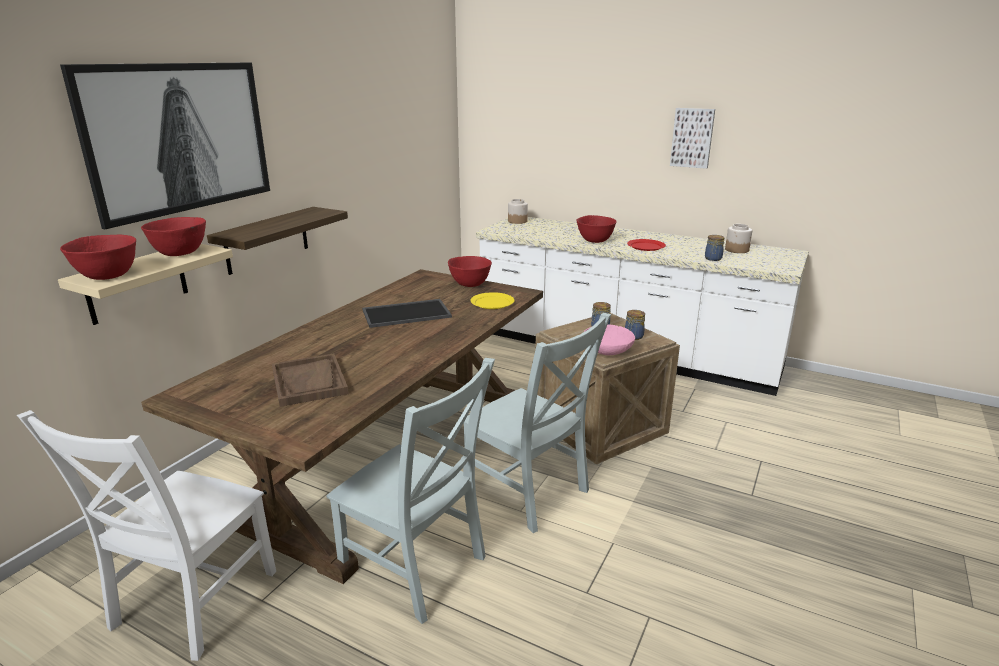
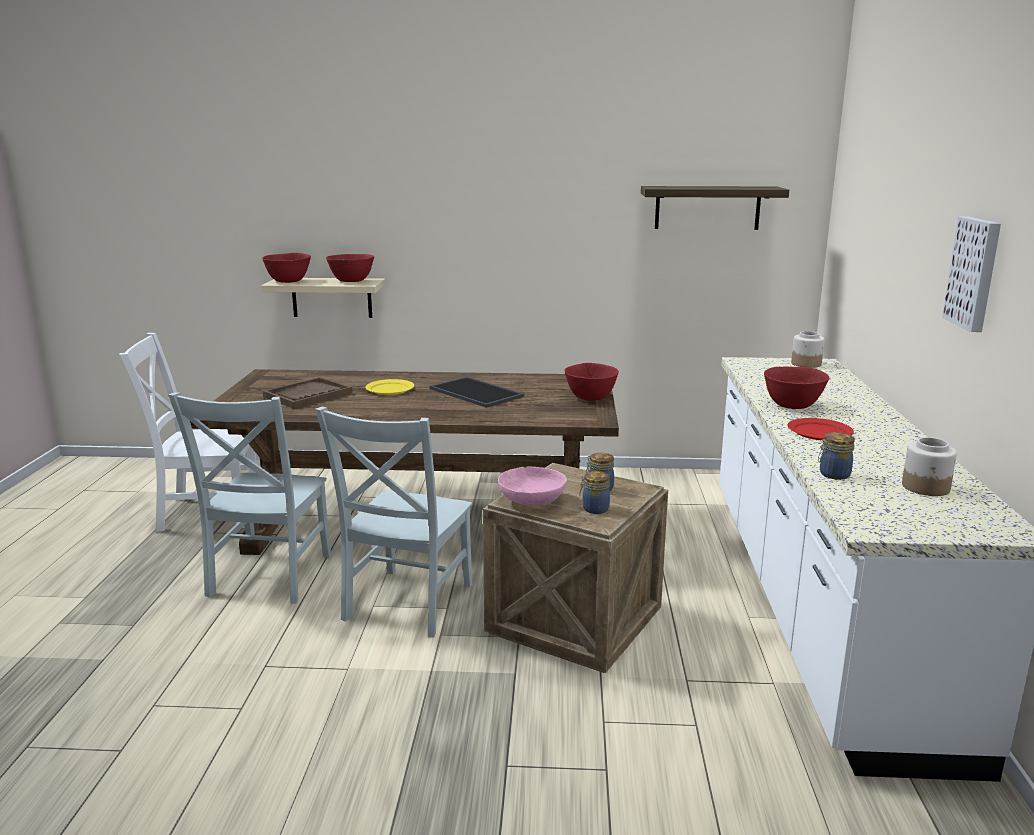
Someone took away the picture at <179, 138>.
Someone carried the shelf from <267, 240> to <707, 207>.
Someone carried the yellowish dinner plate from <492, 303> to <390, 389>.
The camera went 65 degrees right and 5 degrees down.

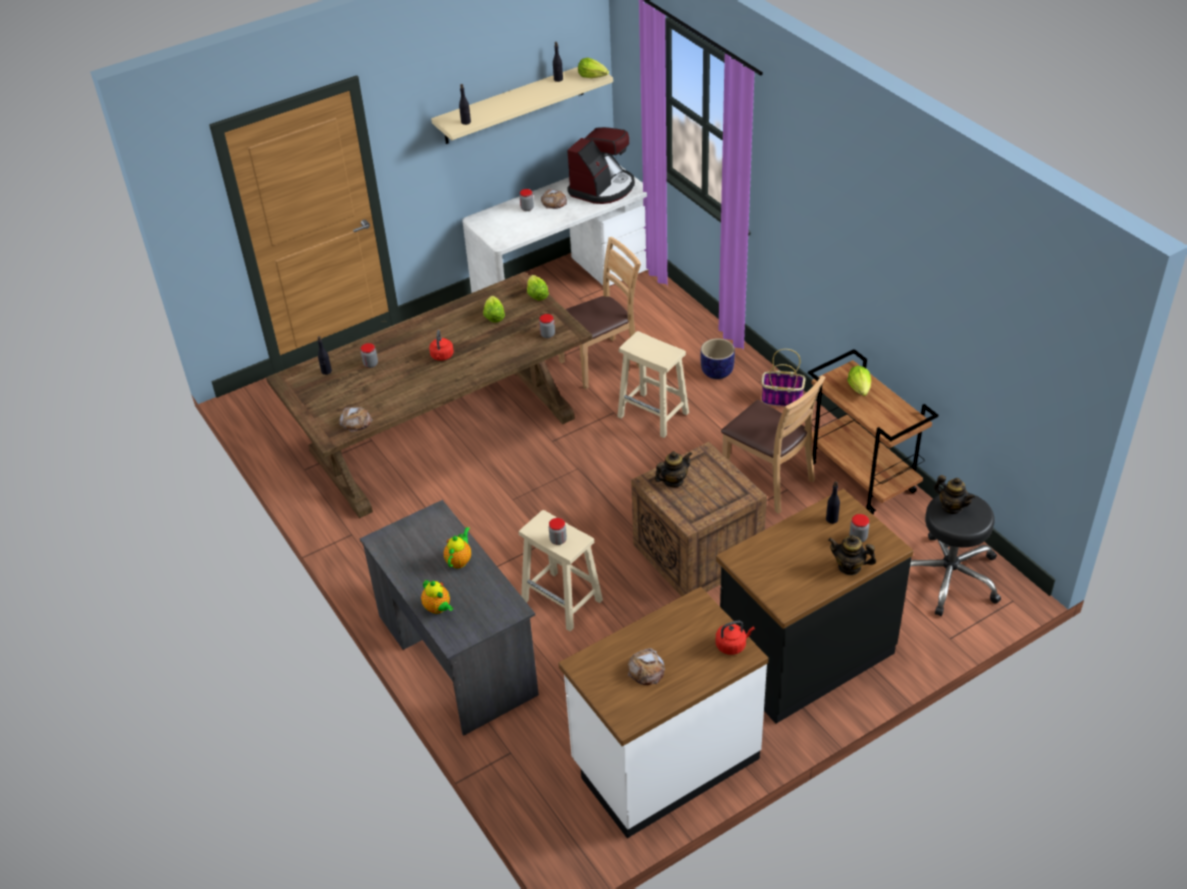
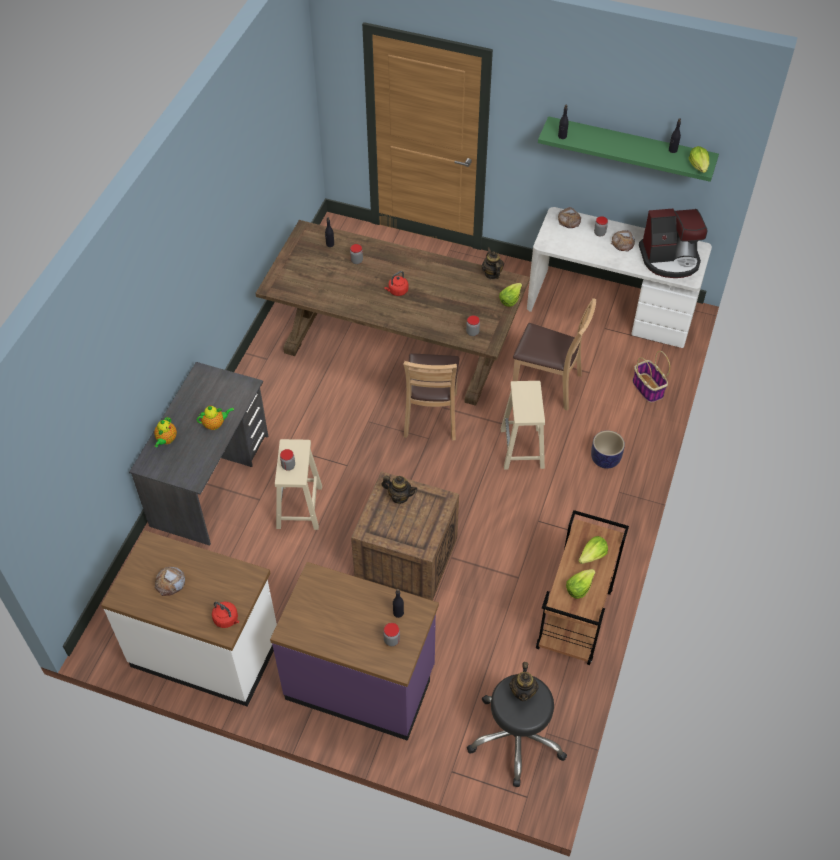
Someone carried the bakery bread from <356, 421> to <569, 220>.
Someone repainted the beige-coloured shelf at <514, 103>, which became the green-coloured shelf at <630, 146>.
Someone carried the lettuce head from <494, 316> to <579, 587>.
Someone repainted the black counter at <804, 655>, which became the purplish counter at <361, 682>.
Someone carried the brown plain chair from <768, 481> to <431, 416>.
Someone carried the basket from <781, 399> to <647, 388>.
Someone carried the pot for tea from <849, 567> to <492, 274>.
The camera went 50 degrees right and 10 degrees up.

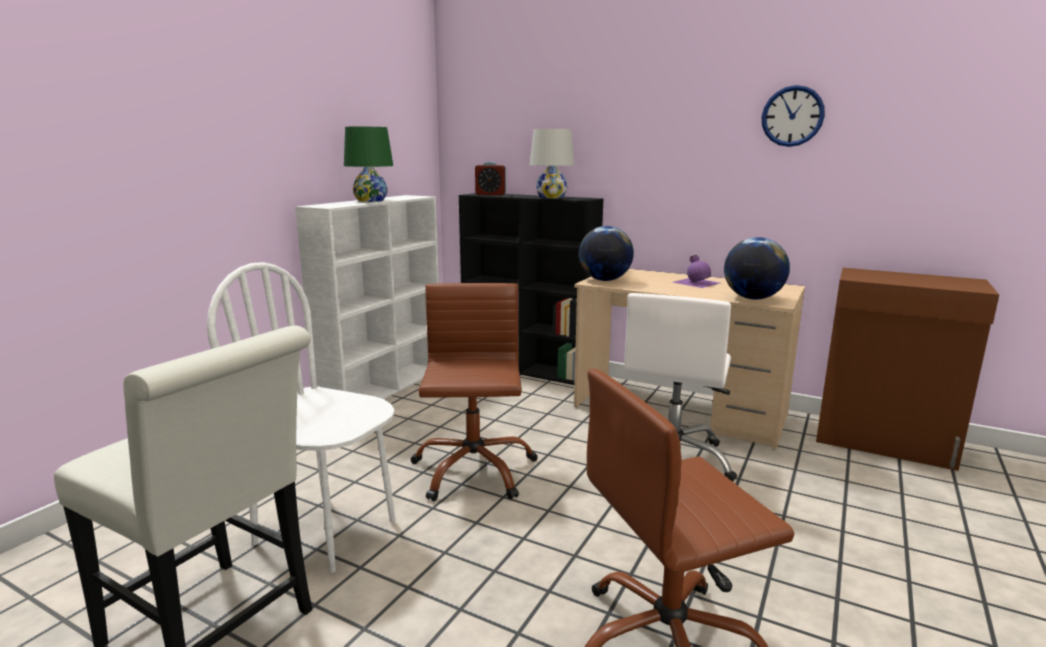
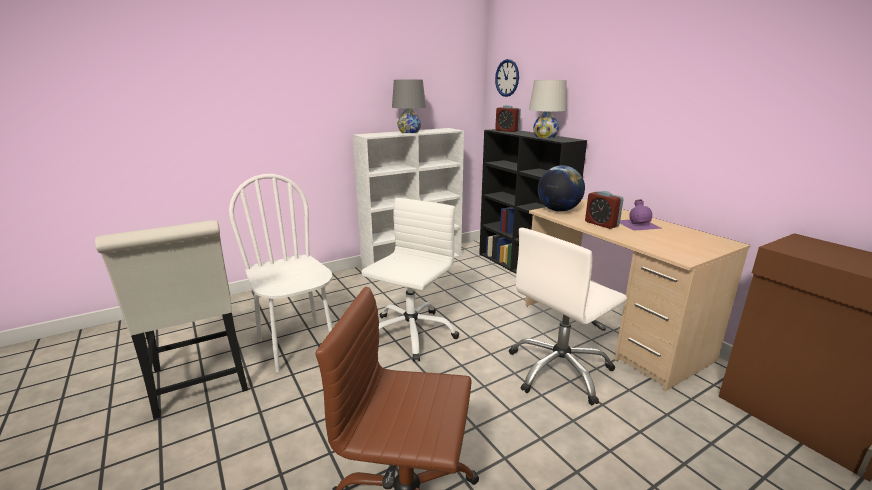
Someone repainted the green-coloured tabletop lamp at <370, 200>, which became the grey tabletop lamp at <409, 132>.
Someone repainted the brown office chair at <473, 470>, which became the white office chair at <411, 333>.
Someone took away the world globe at <753, 298>.
Someone carried the clock on the wall from <792, 116> to <507, 78>.
Someone put down the alarm clock at <601, 224>.
The camera went 30 degrees right and 5 degrees up.

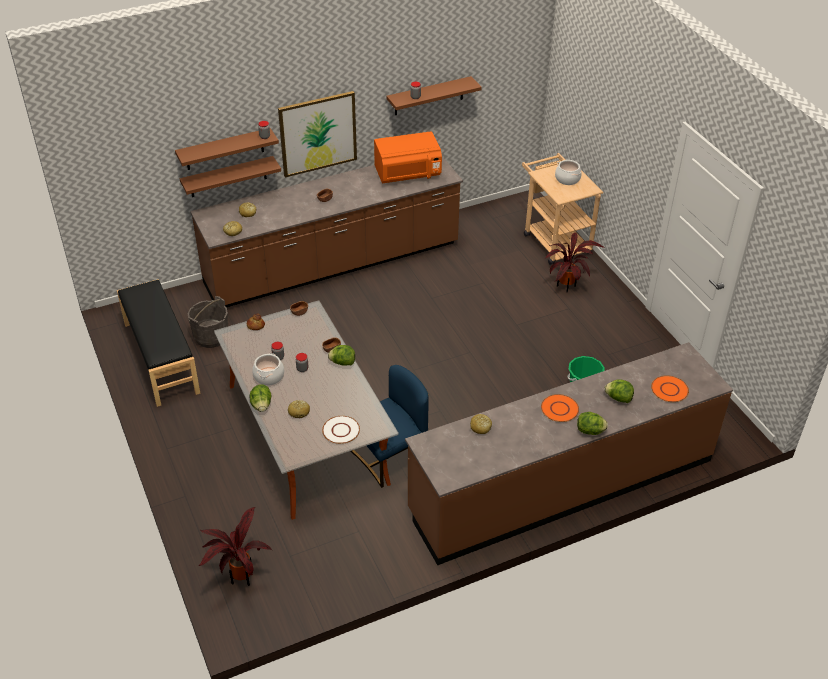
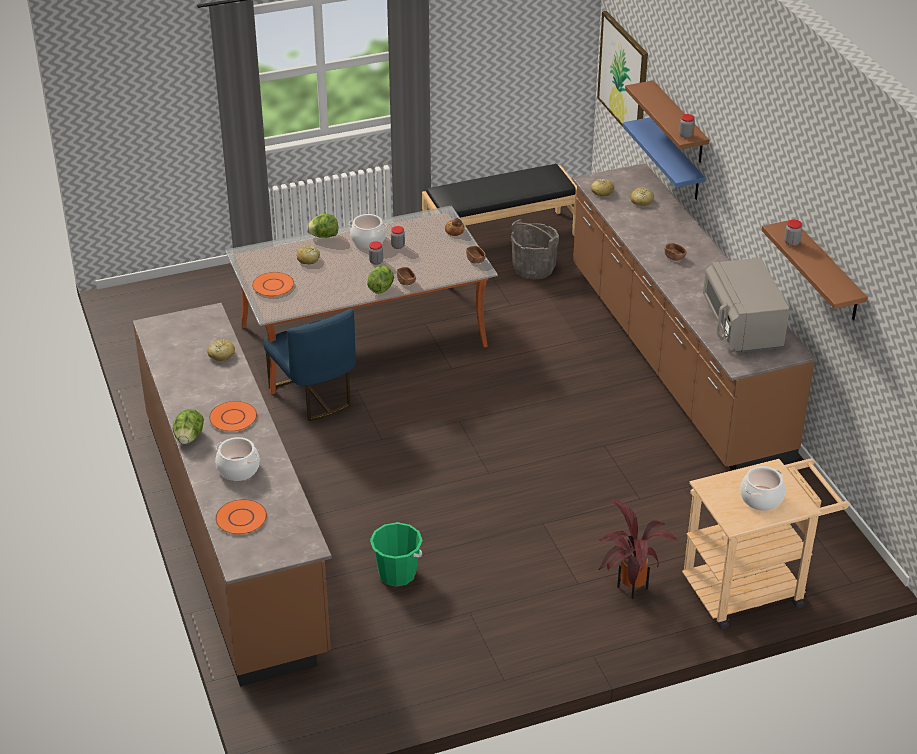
Someone repainted the brown shelf at <228, 177>, which became the bluish shelf at <675, 160>.
Someone took away the potted plant at <240, 576>.
Someone carried the picture from <318, 133> to <623, 76>.
Someone repainted the white dinner plate at <341, 430>, which became the orange-coloured dinner plate at <273, 285>.
Someone repainted the orange-coloured microwave at <408, 174>, which became the grey microwave at <741, 327>.
Someone swapped the lettuce head at <618, 398> for the cooking pot at <238, 469>.
The camera went 95 degrees right and 5 degrees down.

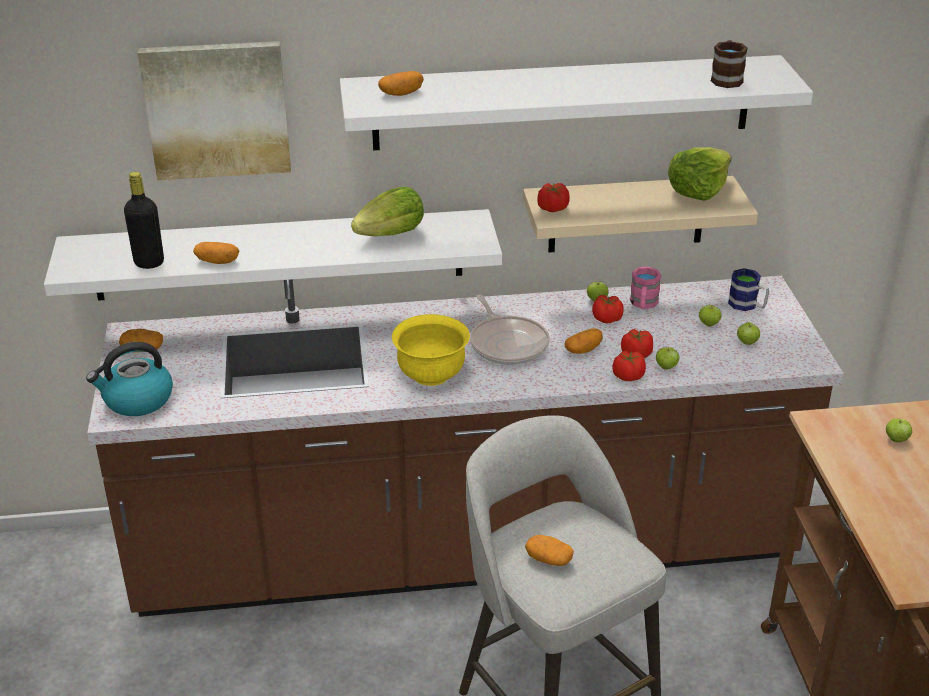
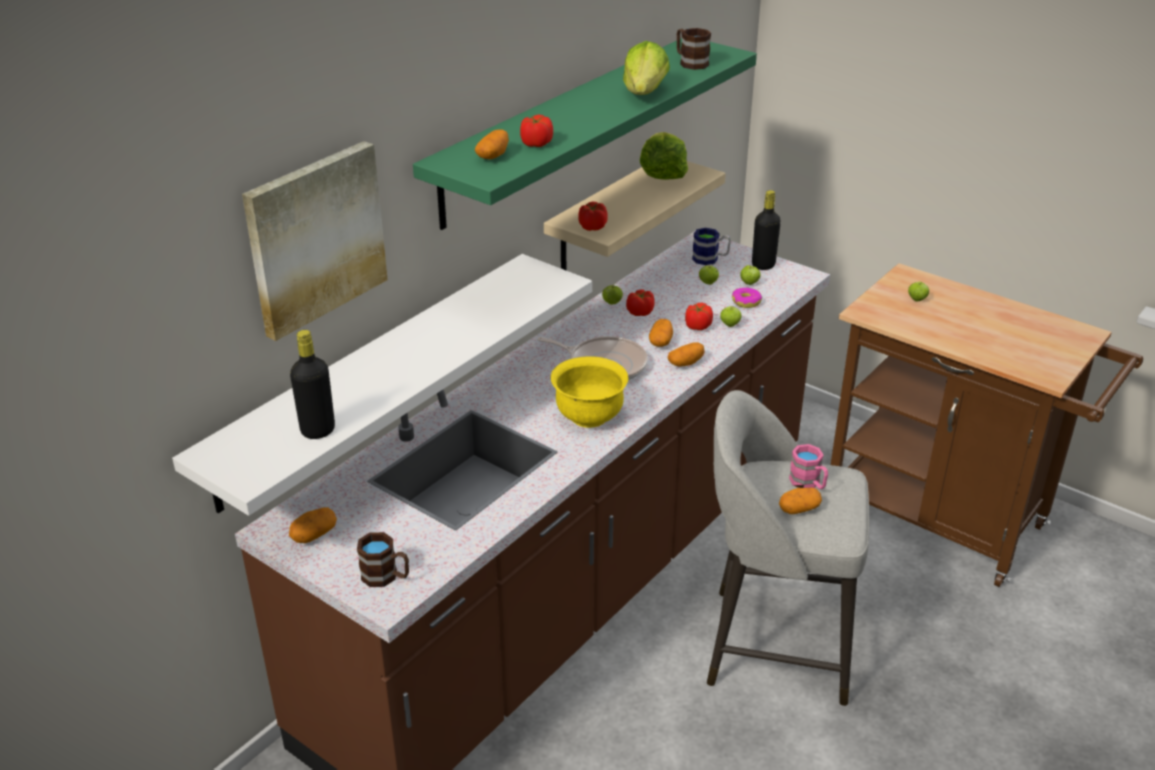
Someone swapped the kettle at <137, 400> for the brown tea mug at <386, 577>.
Someone carried the spud from <217, 261> to <686, 363>.
Someone repainted the white shelf at <562, 102>, which became the green-coloured shelf at <565, 128>.
Someone carried the lettuce head from <392, 234> to <644, 93>.
Someone carried the whole tomato from <628, 376> to <536, 144>.
Someone carried the pink-coloured tea mug from <643, 304> to <808, 483>.
Someone put down the donut at <746, 302>.
Someone put down the black drink bottle at <763, 265>.
The camera went 45 degrees left and 0 degrees up.

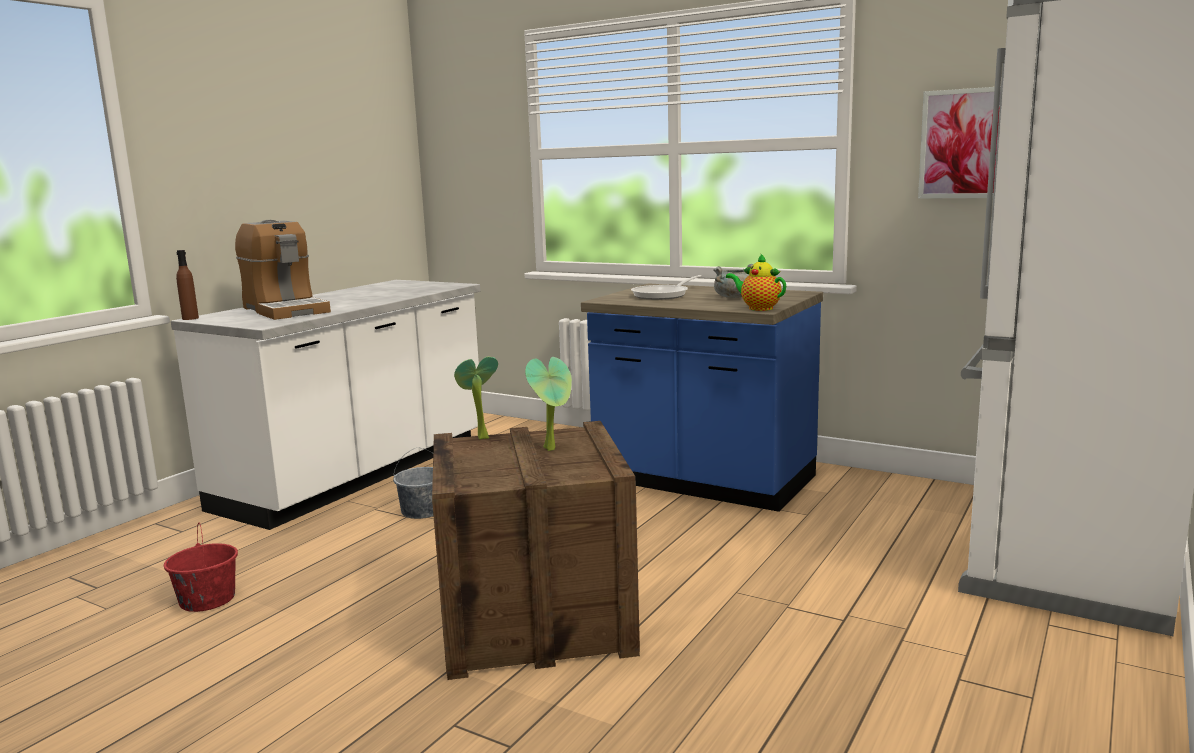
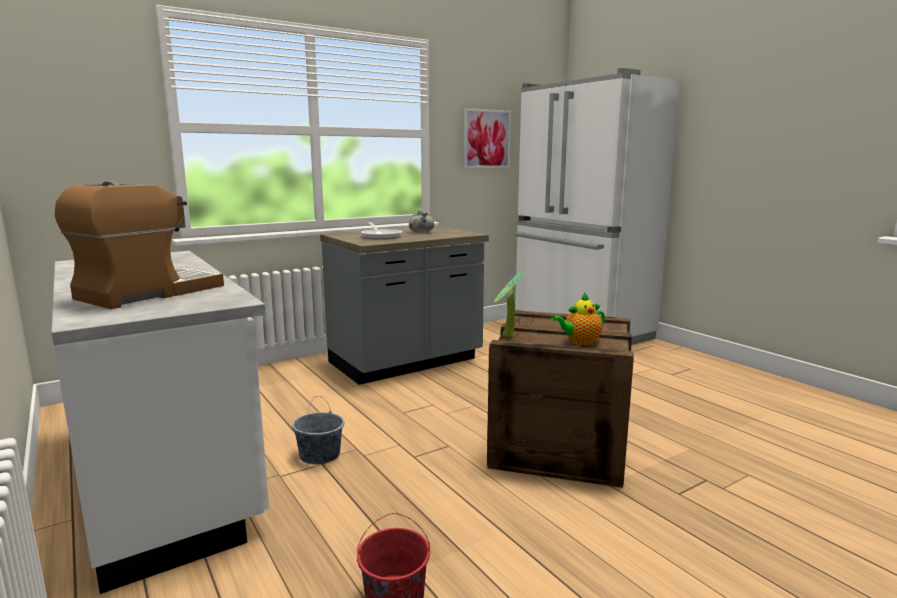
Someone took away the brown drink bottle at <190, 318>.
Someone rotated the coffee machine at <285, 310> by 45 degrees counterclockwise.
Someone took away the potted plant at <553, 448>.
Someone repainted the bluish counter at <703, 481>, which became the grey counter at <406, 362>.
Someone carried the pot for tea from <758, 308> to <579, 342>.
The camera went 65 degrees left and 0 degrees up.

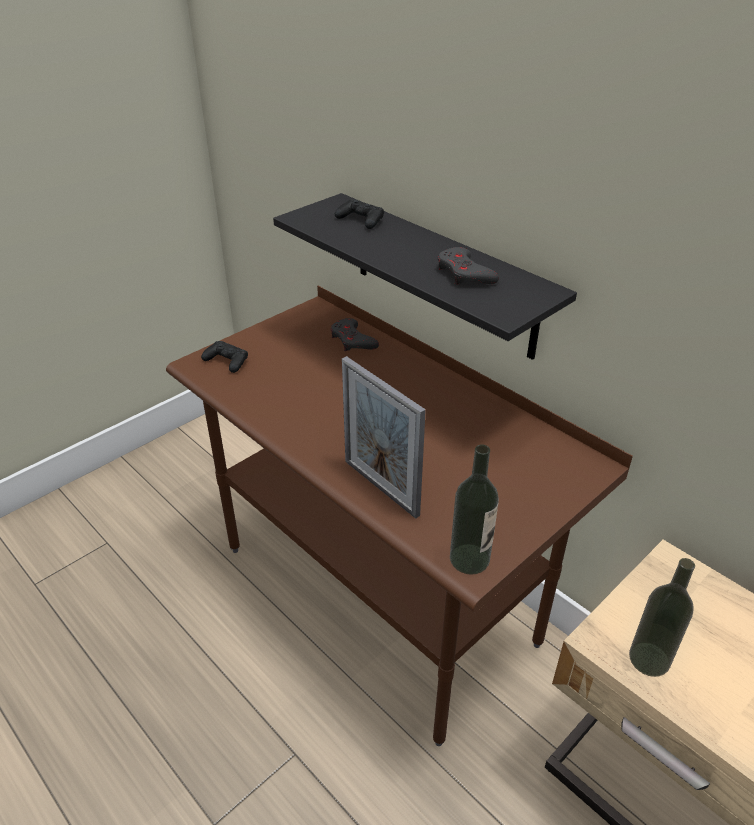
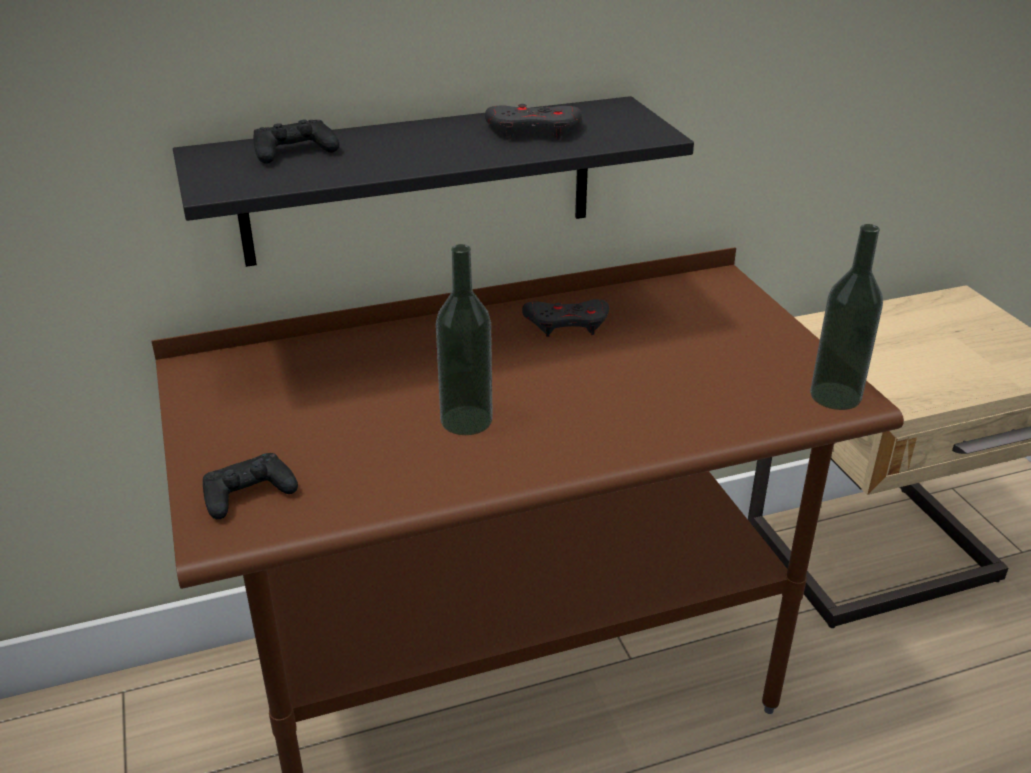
Someone carried the grey game controller from <352, 340> to <567, 323>.
Someone took away the photo frame at <381, 487>.
Someone carried the drink bottle from <649, 659> to <466, 420>.
The camera went 65 degrees left and 5 degrees down.

